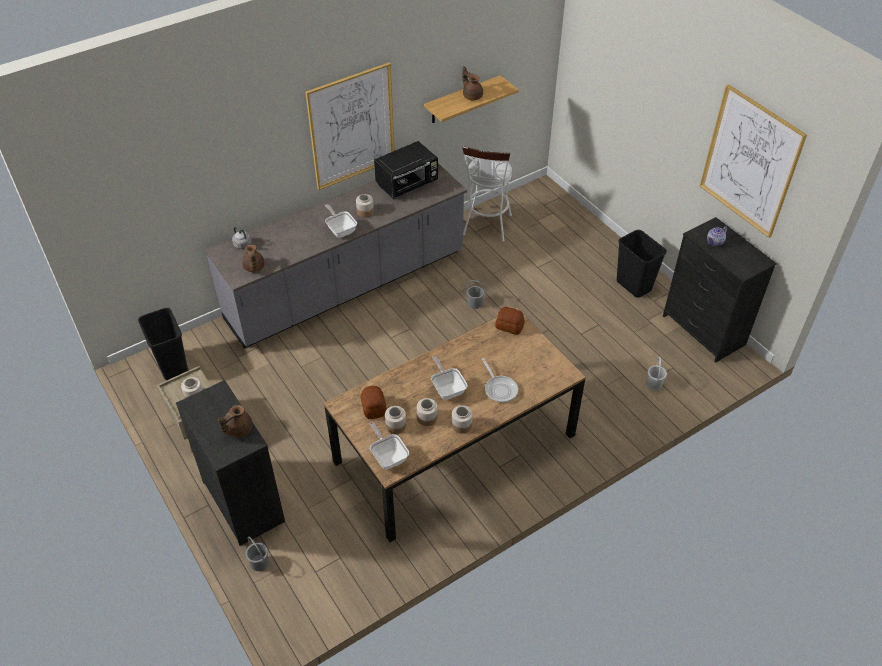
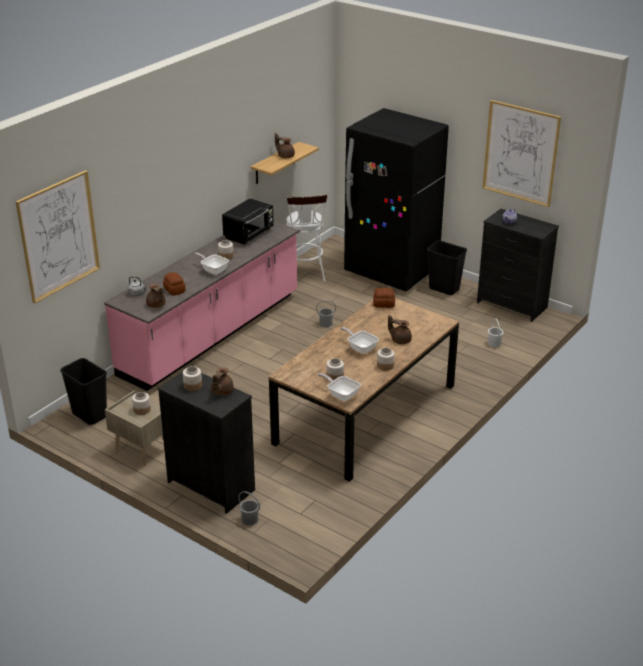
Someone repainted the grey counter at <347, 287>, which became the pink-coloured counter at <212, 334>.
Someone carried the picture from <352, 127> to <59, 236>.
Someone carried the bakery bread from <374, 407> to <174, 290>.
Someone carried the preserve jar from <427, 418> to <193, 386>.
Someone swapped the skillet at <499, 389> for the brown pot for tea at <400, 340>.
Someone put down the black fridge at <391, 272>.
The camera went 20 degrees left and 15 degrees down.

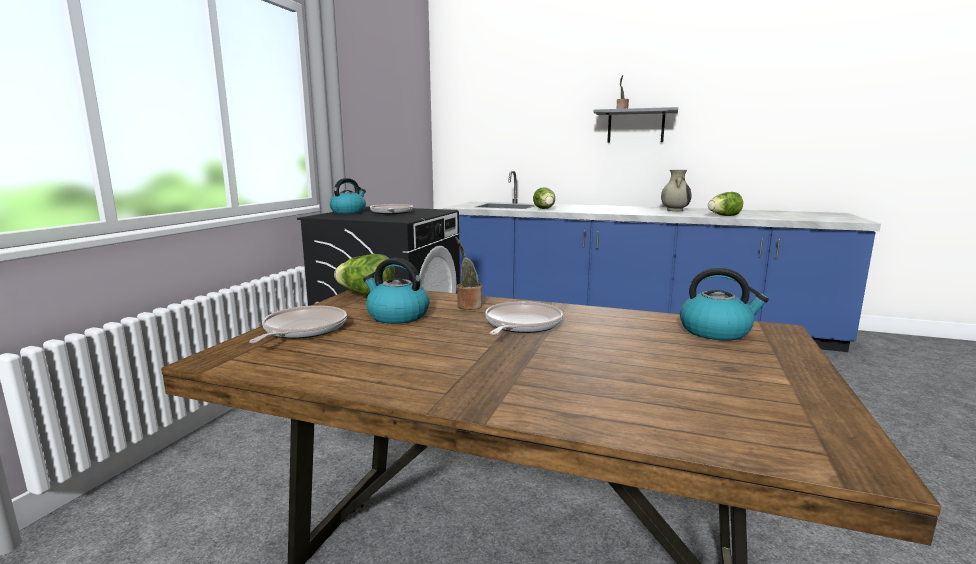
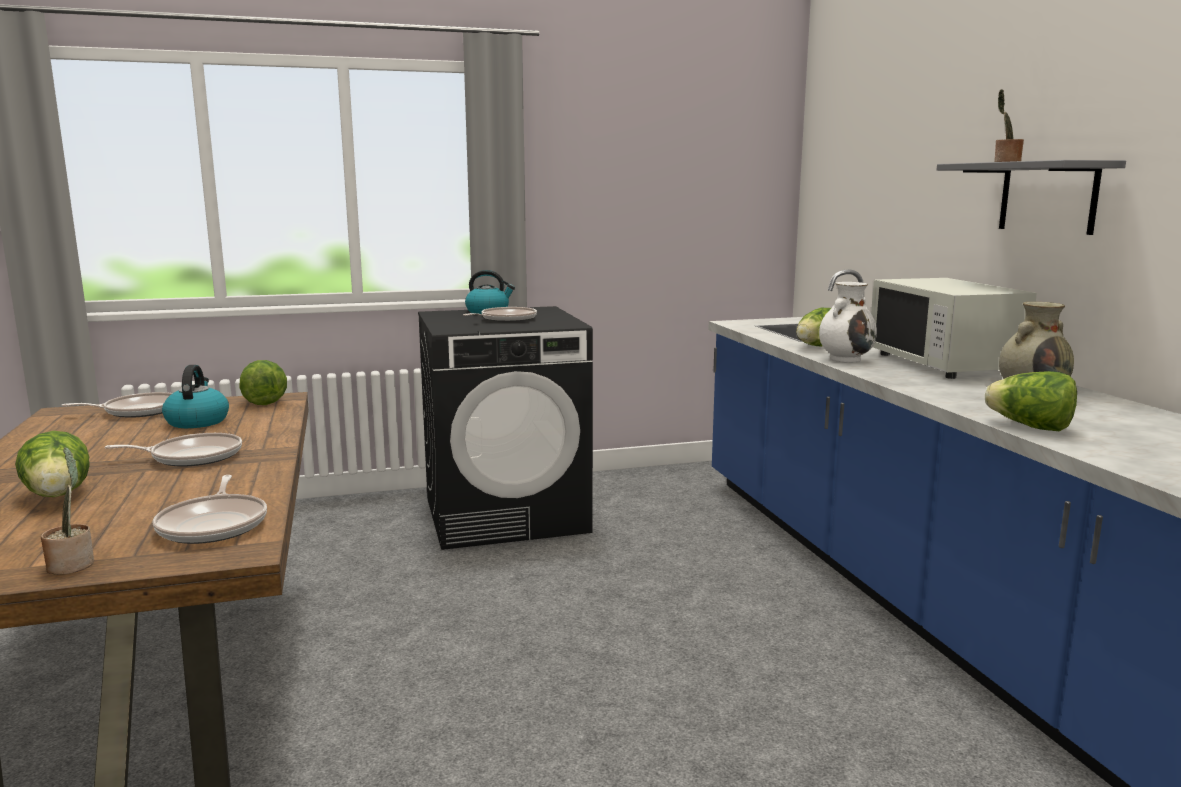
Someone carried the potted plant from <468, 306> to <72, 564>.
Someone swapped the kettle at <716, 331> for the skillet at <214, 525>.
Someone put down the lettuce head at <59, 496>.
Someone put down the white vase at <846, 359>.
Someone put down the white microwave at <943, 364>.
The camera went 55 degrees right and 0 degrees up.

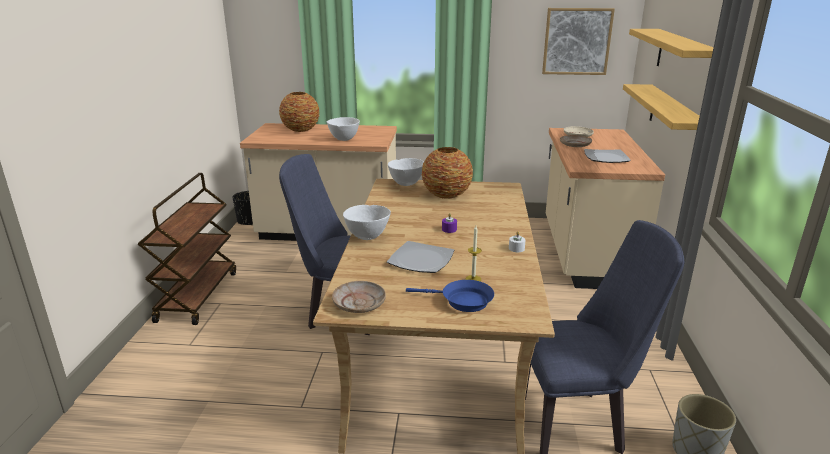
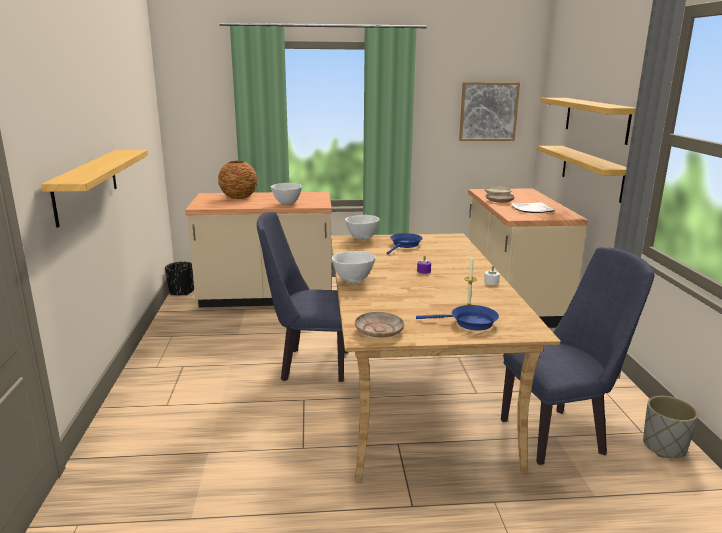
Someone took away the brown wheeled cart at <197, 295>.
Someone took away the dinner plate at <421, 260>.
Someone swapped the vase at <447, 195> for the bluish skillet at <405, 245>.
Someone put up the shelf at <86, 185>.
The camera went 10 degrees left and 5 degrees down.

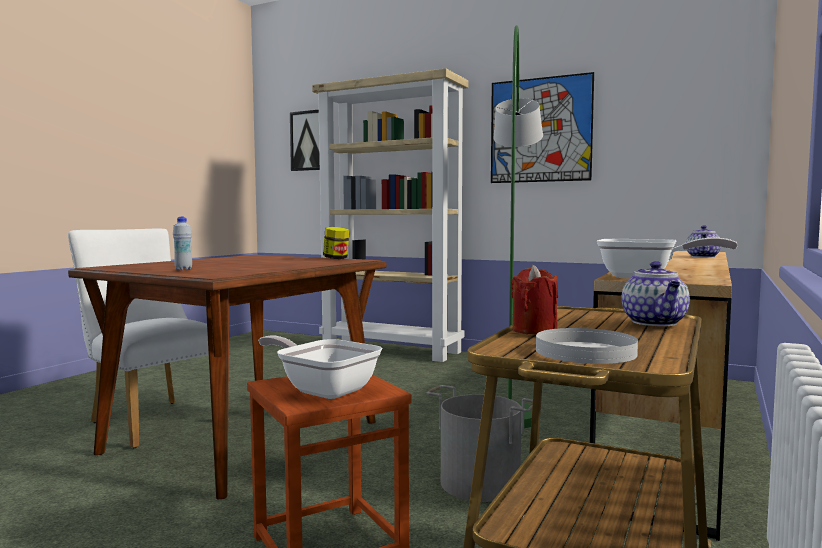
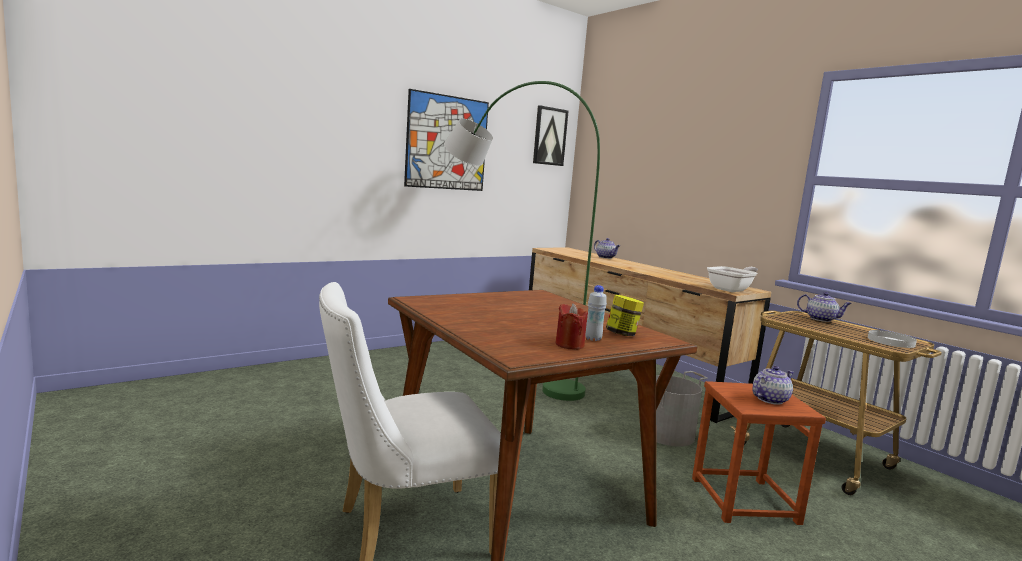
Someone swapped the skillet at <323, 389> for the pot for tea at <769, 399>.
Someone carried the picture from <308, 141> to <549, 136>.
Someone took away the beige-coloured bookcase at <392, 350>.
Someone carried the preserve jar from <336, 258> to <622, 334>.
Someone carried the reddish wax candle from <534, 330> to <569, 345>.
The camera went 65 degrees left and 5 degrees up.

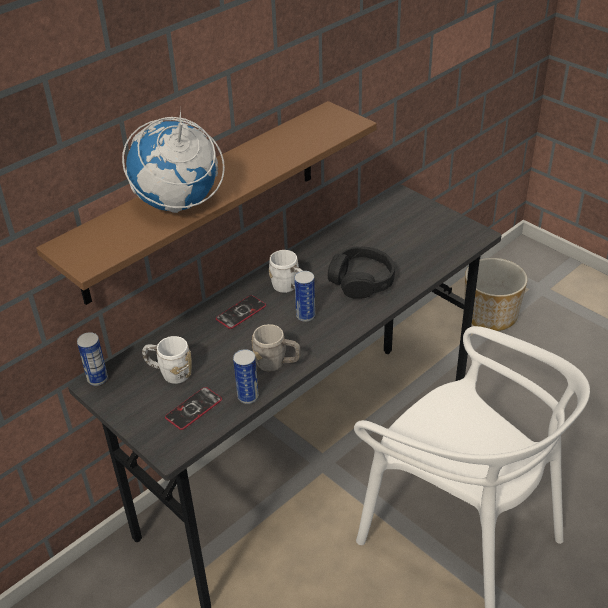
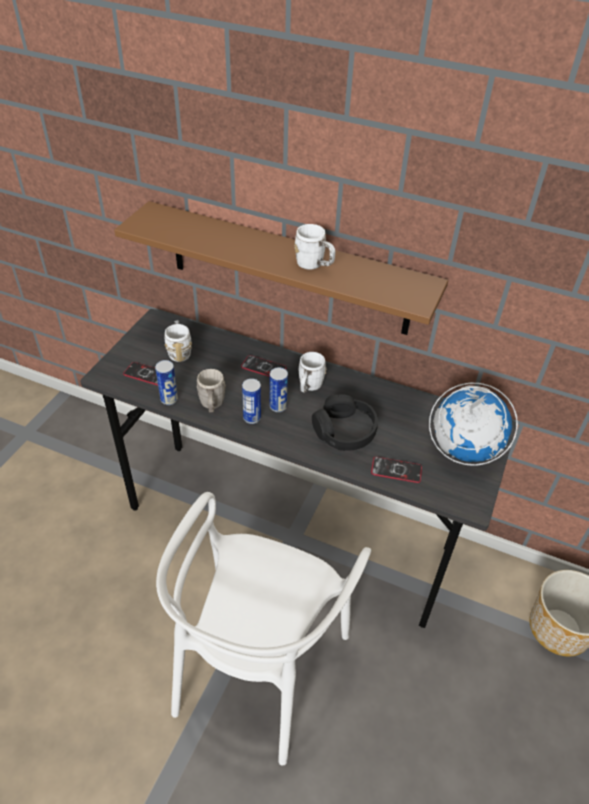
Someone carried the metal can from <97, 379> to <252, 418>.
Someone carried the world globe from <177, 205> to <463, 449>.
Someone put down the white tea mug at <314, 265>.
Someone put down the handset at <396, 470>.
The camera went 65 degrees right and 5 degrees up.

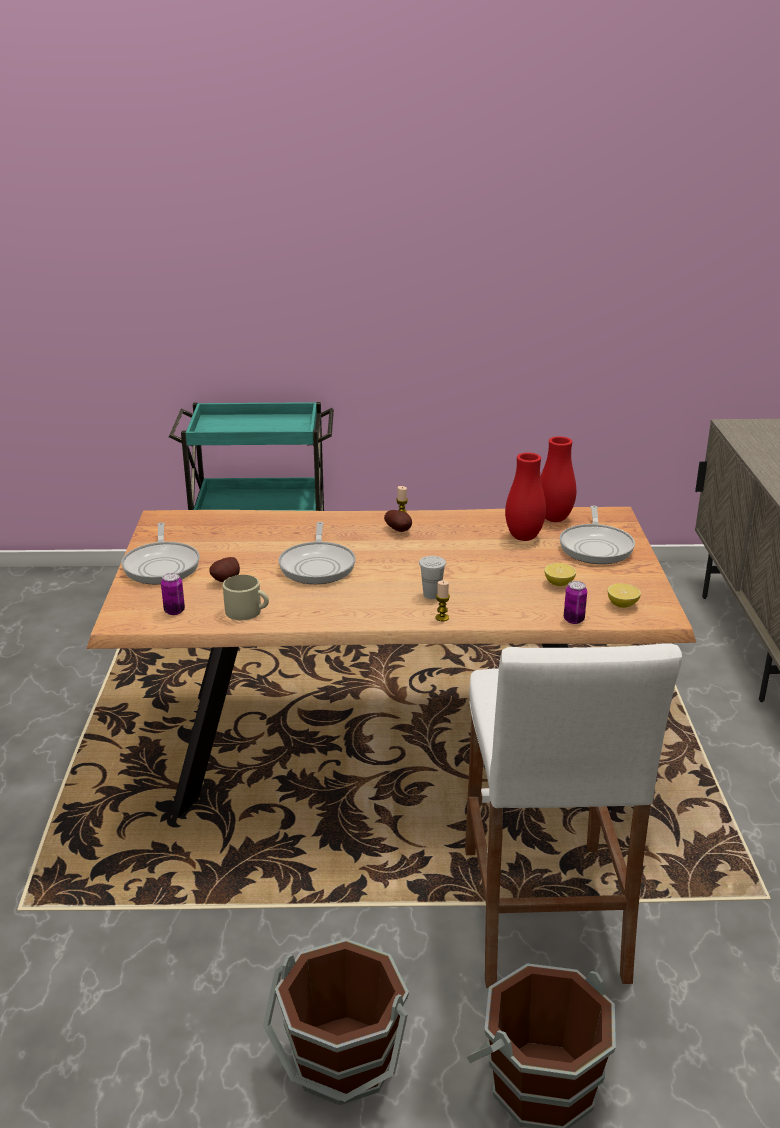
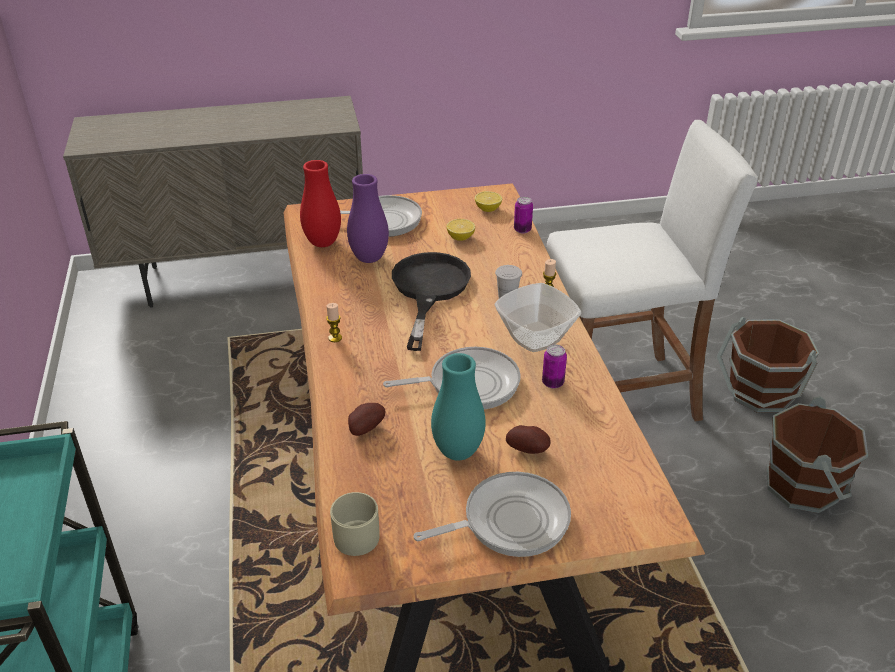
Someone carried the metal can from <174, 611> to <552, 383>.
Someone carried the beige-coloured tea mug from <247, 612> to <357, 532>.
Someone carried the spud from <399, 530> to <365, 428>.
Someone repainted the reddish vase at <523, 537>, which became the purplish vase at <369, 258>.
Someone put down the black skillet at <428, 290>.
Someone put down the turquoise vase at <458, 452>.
Someone put down the bowl at <534, 337>.
The camera went 100 degrees left and 10 degrees up.

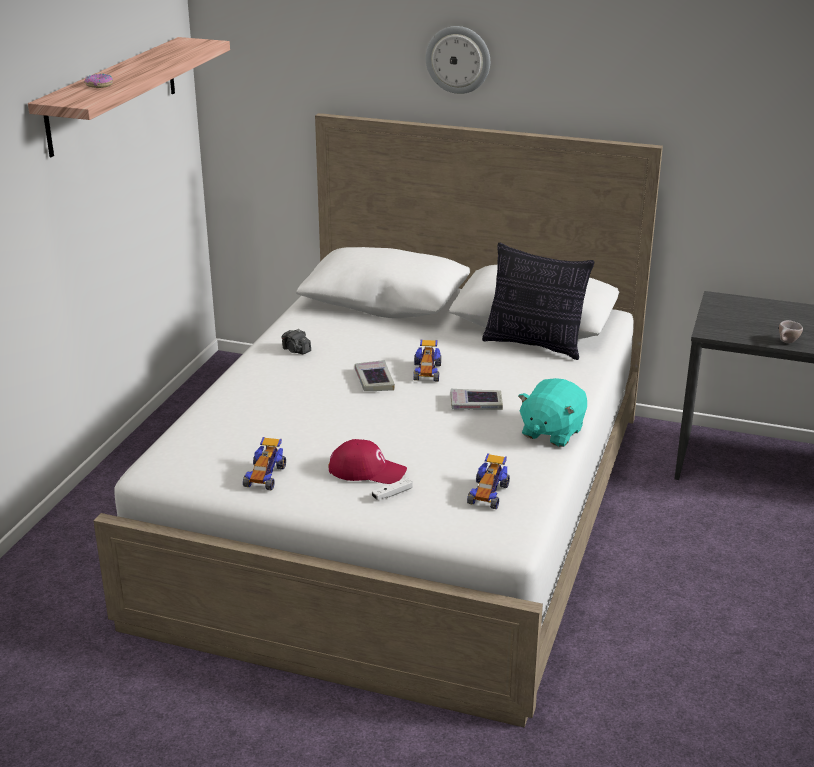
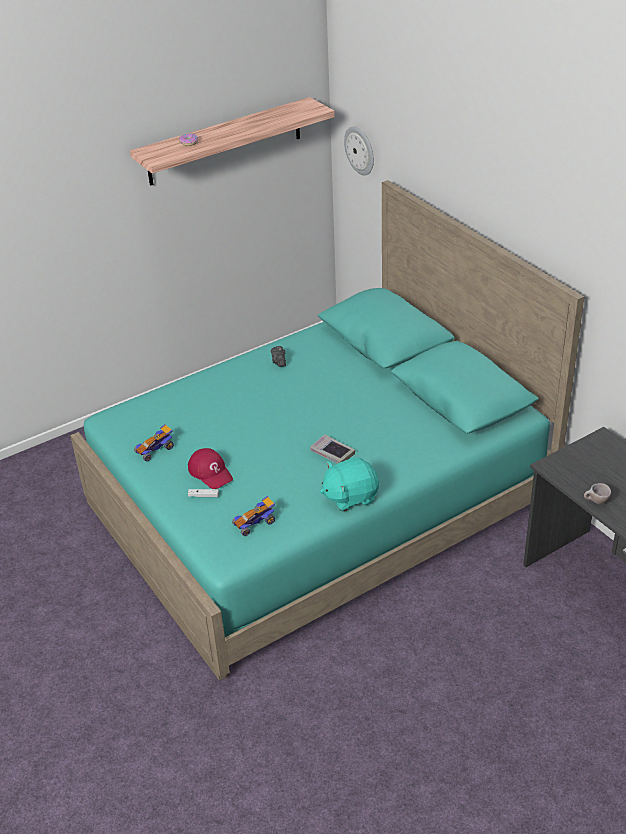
Someone repainted the white sleeping bed at <408, 510>, which became the turquoise sleeping bed at <318, 502>.
Someone took away the volume at <374, 380>.
Someone took away the model car at <427, 371>.
Someone carried the clock on the wall from <458, 59> to <360, 150>.
Someone took away the throw pillow at <534, 345>.
The camera went 40 degrees right and 10 degrees up.

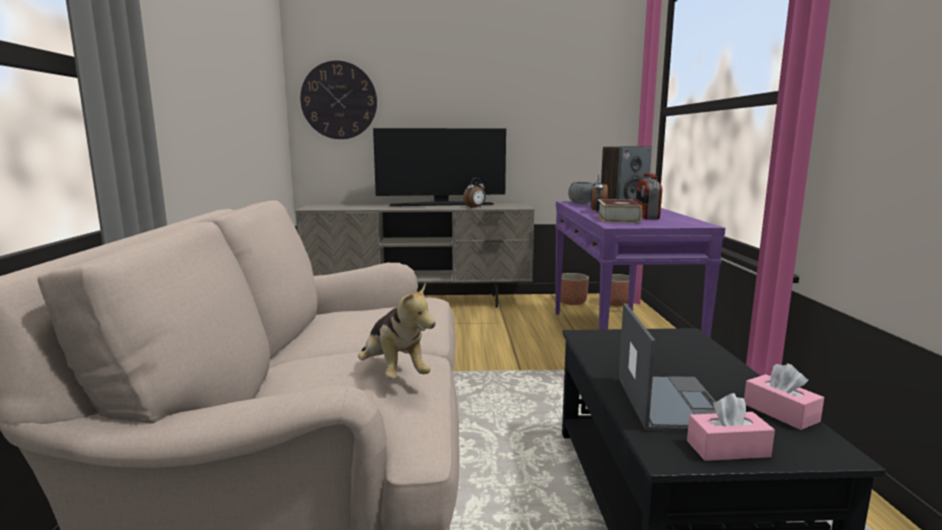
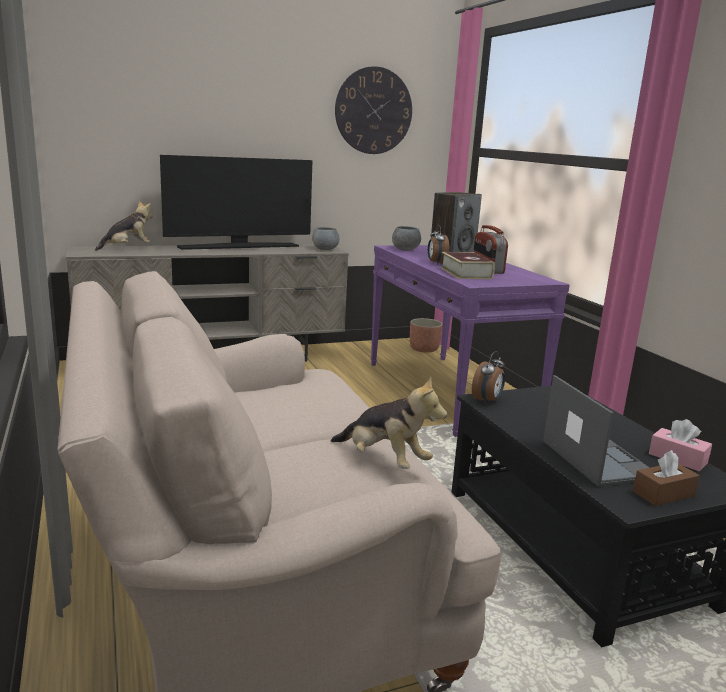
Someone carried the clock on the wall from <339, 100> to <373, 111>.
Someone carried the alarm clock from <475, 207> to <487, 401>.
Someone took away the plant pot at <572, 302>.
Someone repainted the pink-coloured tissue box at <727, 449>, which became the brown tissue box at <663, 494>.
Someone put down the soft toy at <127, 248>.
Someone put down the grey bowl at <325, 249>.
The camera went 20 degrees left and 5 degrees up.

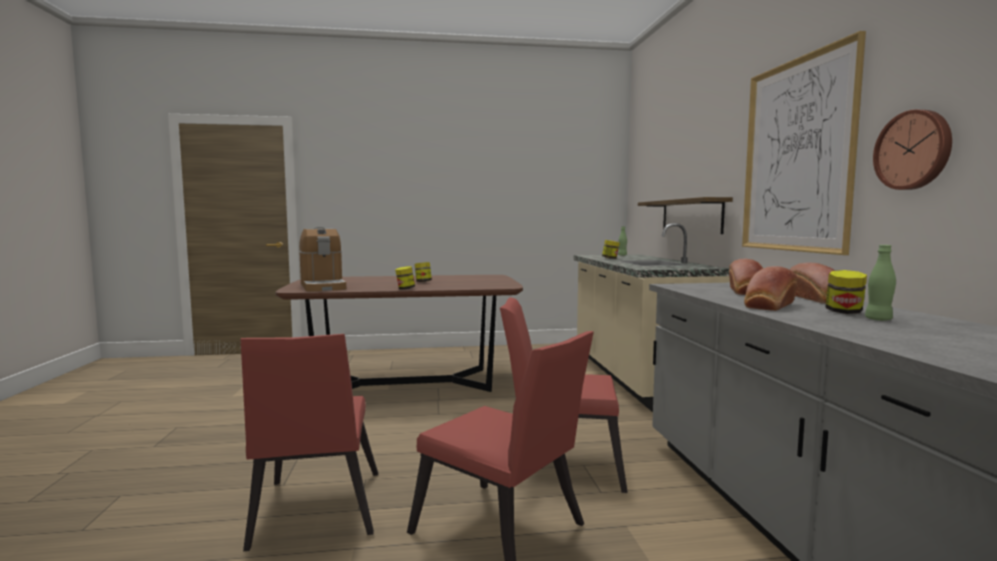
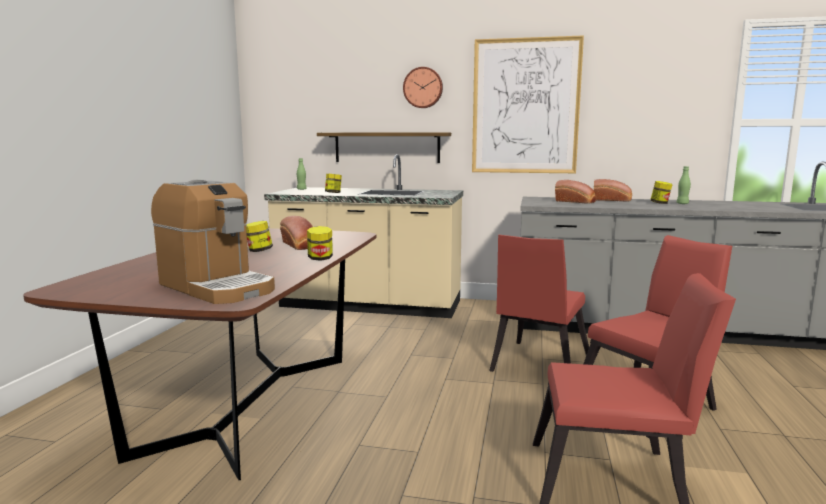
Someone rotated the coffee machine at <323, 286> by 45 degrees clockwise.
Someone carried the bakery bread from <769, 305> to <300, 245>.
Someone carried the clock on the wall from <914, 150> to <423, 87>.
The camera went 70 degrees left and 5 degrees up.

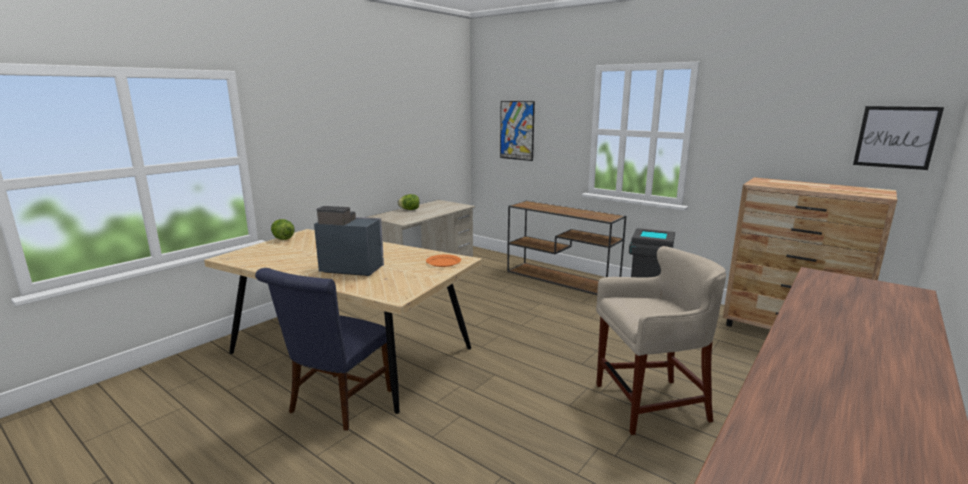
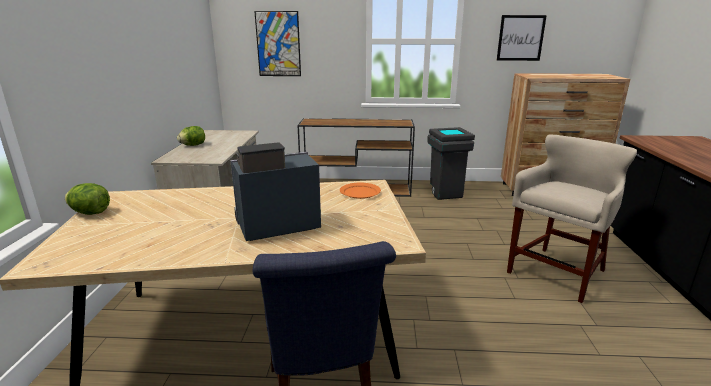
Someone carried the picture from <896, 137> to <520, 38>.
The camera went 35 degrees left and 5 degrees up.

